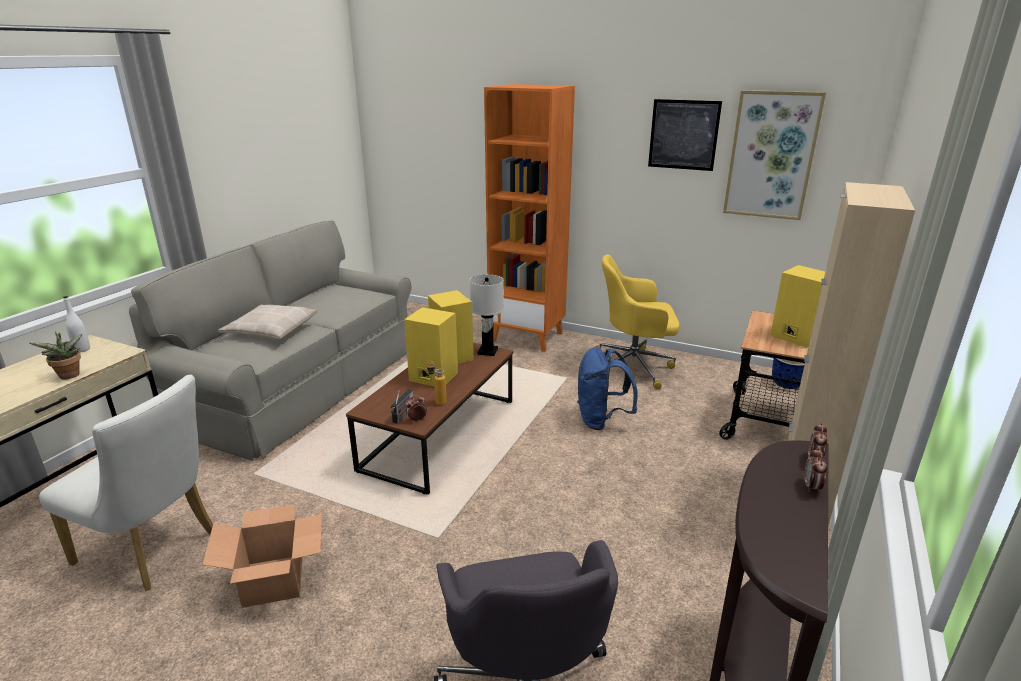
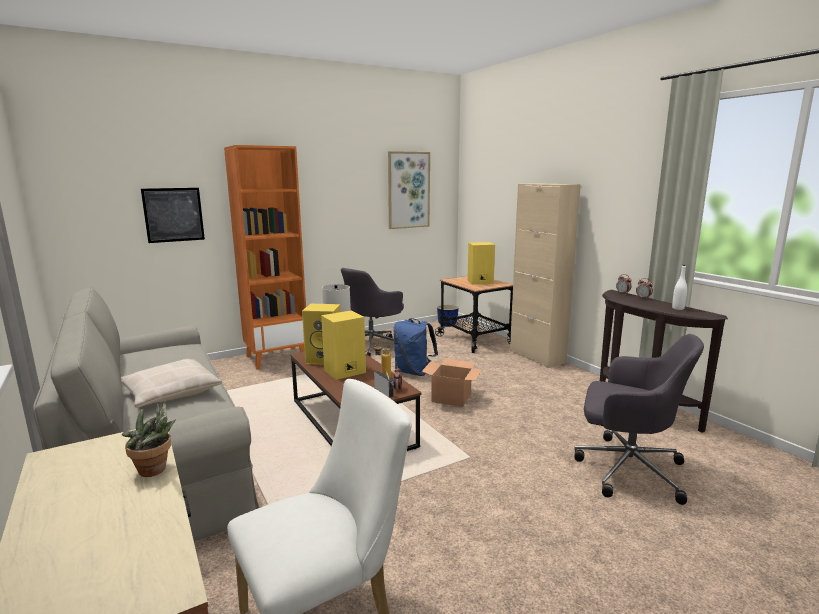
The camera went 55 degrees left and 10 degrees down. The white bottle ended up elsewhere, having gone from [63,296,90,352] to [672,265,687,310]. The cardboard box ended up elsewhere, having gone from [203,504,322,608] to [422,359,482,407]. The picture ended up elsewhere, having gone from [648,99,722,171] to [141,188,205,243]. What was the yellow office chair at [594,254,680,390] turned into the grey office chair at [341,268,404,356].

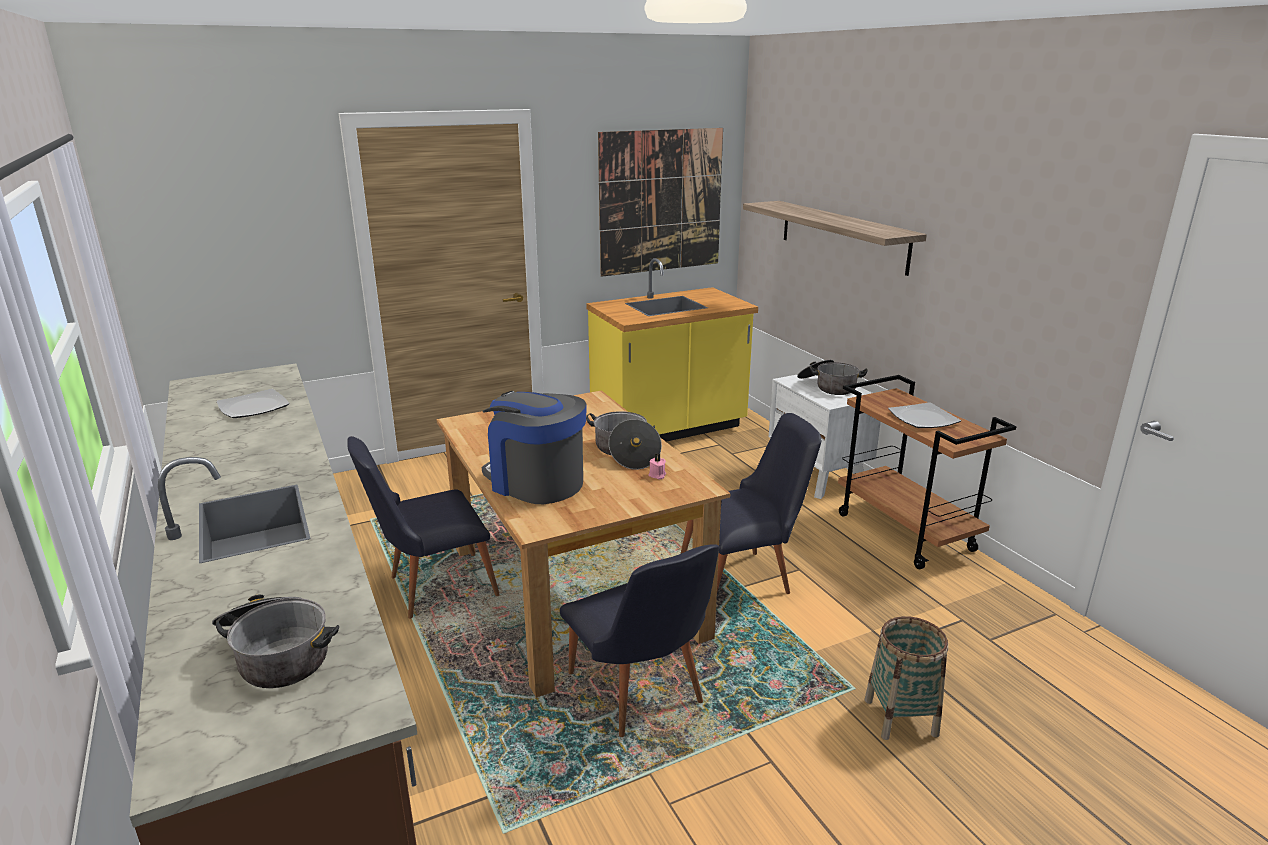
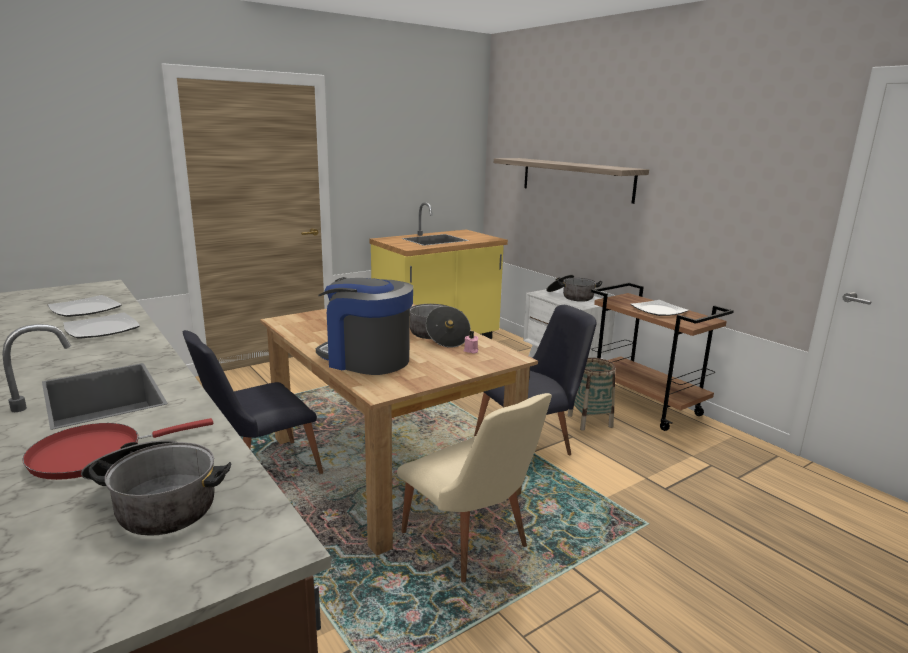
The camera went 10 degrees left and 5 degrees down. The second view lost the picture at [598,128,723,277]. The second view gained the red frying pan at [22,418,213,480]. The second view gained the plate at [63,313,140,339]. The basket ended up elsewhere, having gone from [864,616,948,740] to [568,358,616,431]. What was the black chair at [560,544,719,737] turned into the beige chair at [397,393,552,583].

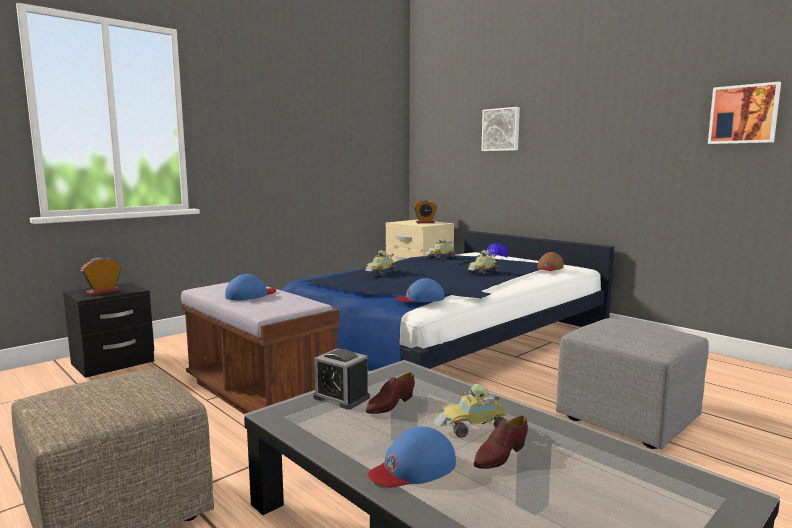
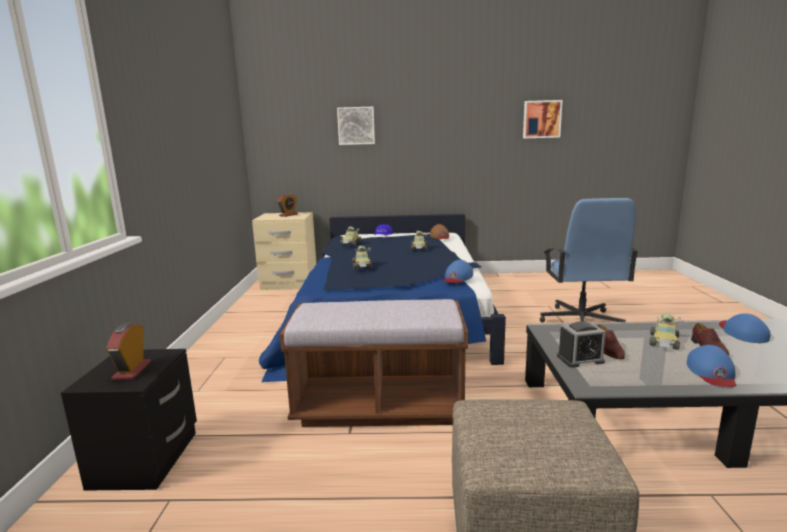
The camera went 45 degrees left and 5 degrees up. The blue cap ended up elsewhere, having gone from [225,274,276,300] to [719,313,771,343]. Where the grey ottoman stood at [556,318,709,449], the blue office chair came to stand at [540,198,639,322].

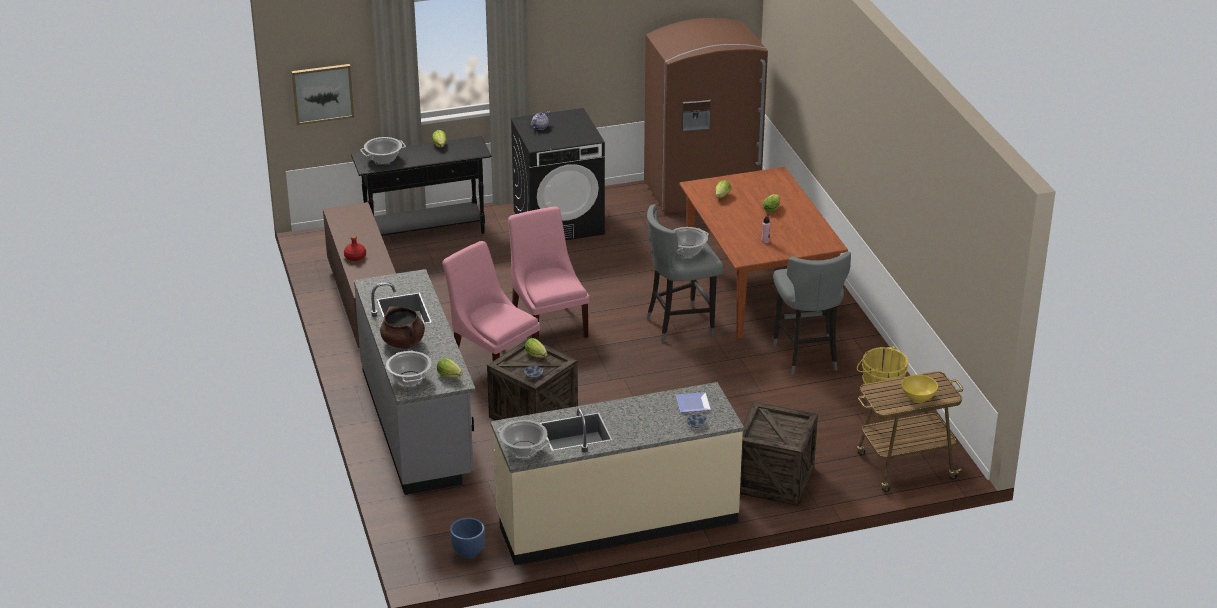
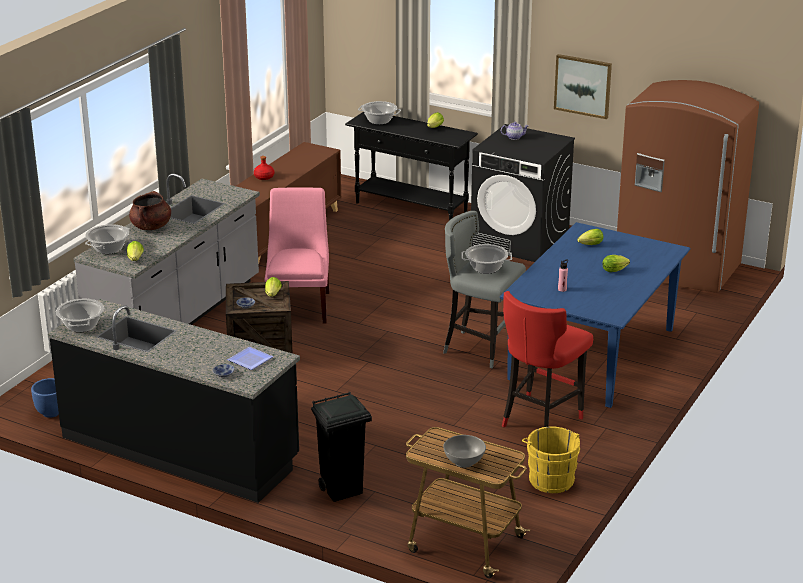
The camera went 45 degrees right and 5 degrees down. The second view lost the pink chair at [508,206,589,338]. The picture ended up elsewhere, having gone from [292,64,354,125] to [554,54,612,119]. Where the crate stood at [740,402,818,506], the black trash can came to stand at [311,392,372,502]. What was the beige counter at [490,382,744,565] turned into the black counter at [48,299,300,503]. What was the brown dining table at [679,167,848,338] turned into the blue dining table at [500,222,690,408]. What was the grey stool at [773,251,851,375] turned into the red stool at [502,291,593,427]. What was the yellow bowl at [902,375,938,403] turned into the grey bowl at [443,435,486,468].

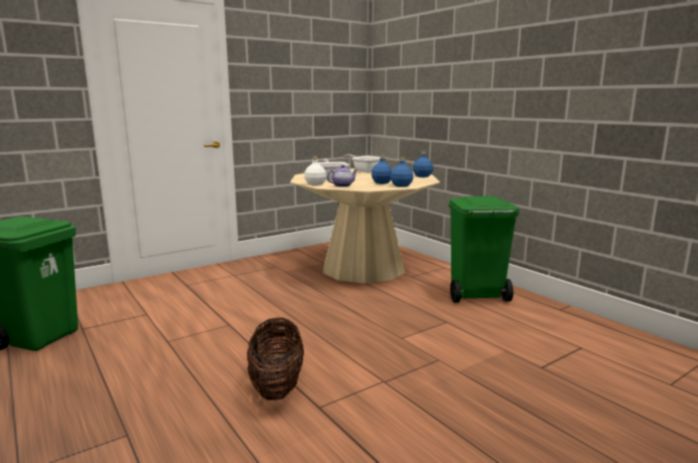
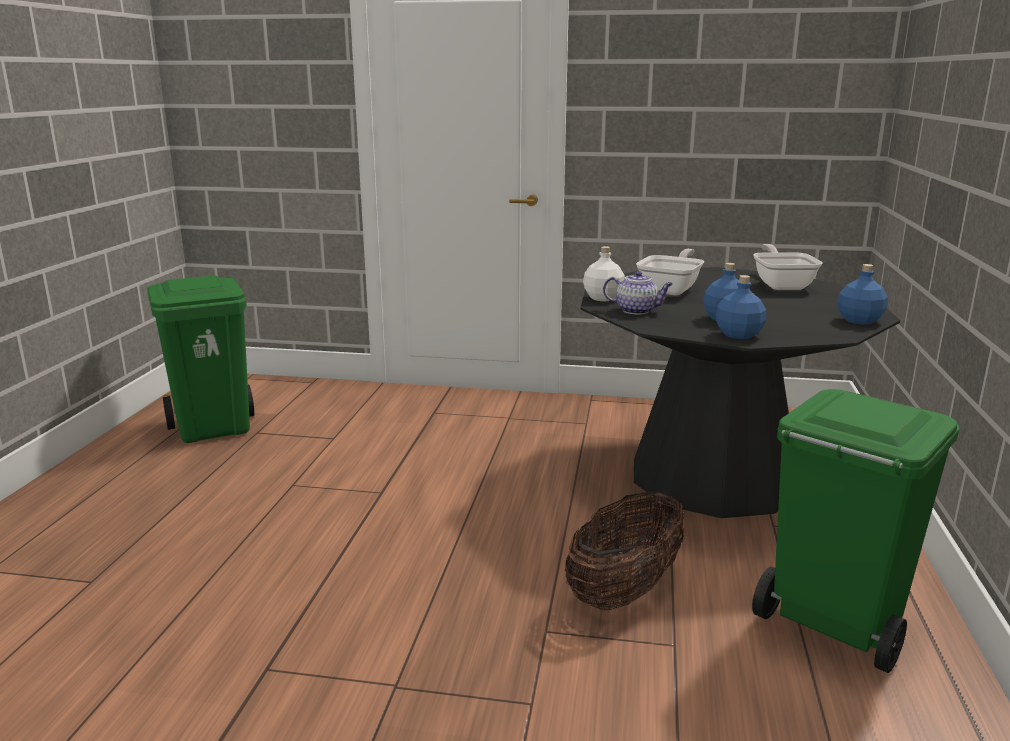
The camera went 45 degrees right and 5 degrees up. The basket ended up elsewhere, having gone from [247,318,304,400] to [565,492,684,610]. What was the beige dining table at [290,168,440,284] turned into the black dining table at [580,267,900,518].

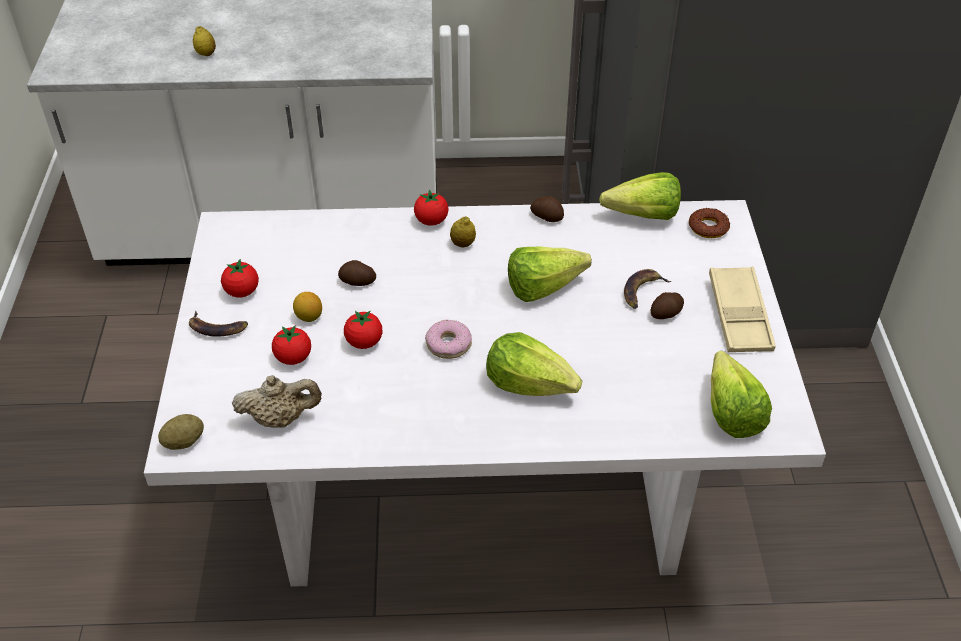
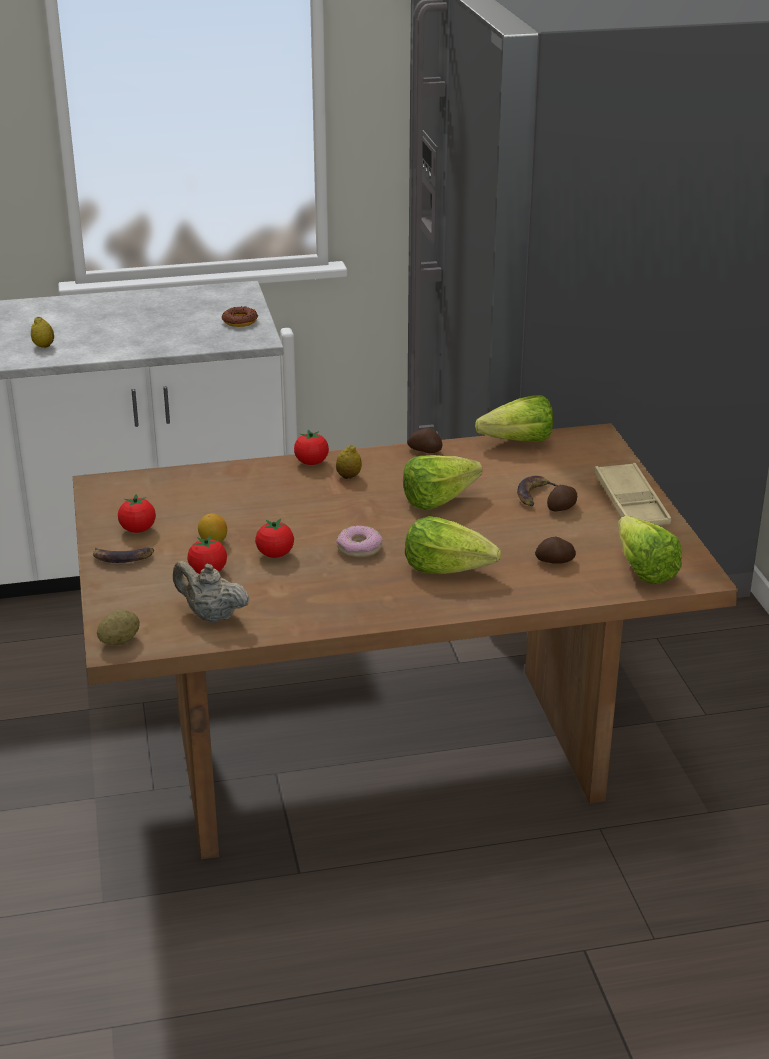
The camera went 10 degrees left and 15 degrees down. The potato ended up elsewhere, having gone from [338,260,376,286] to [535,537,576,564]. The donut ended up elsewhere, having gone from [689,208,730,238] to [222,306,258,327]. What was the white dining table at [144,200,826,587] turned into the brown dining table at [73,423,738,859]. The beige teapot at [232,375,322,427] ended up facing another way, 135 degrees counterclockwise from before.

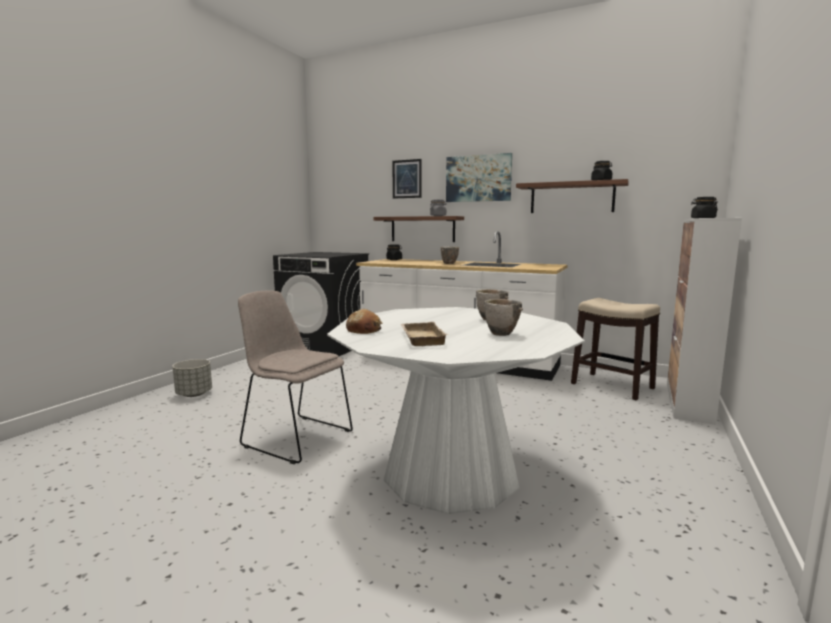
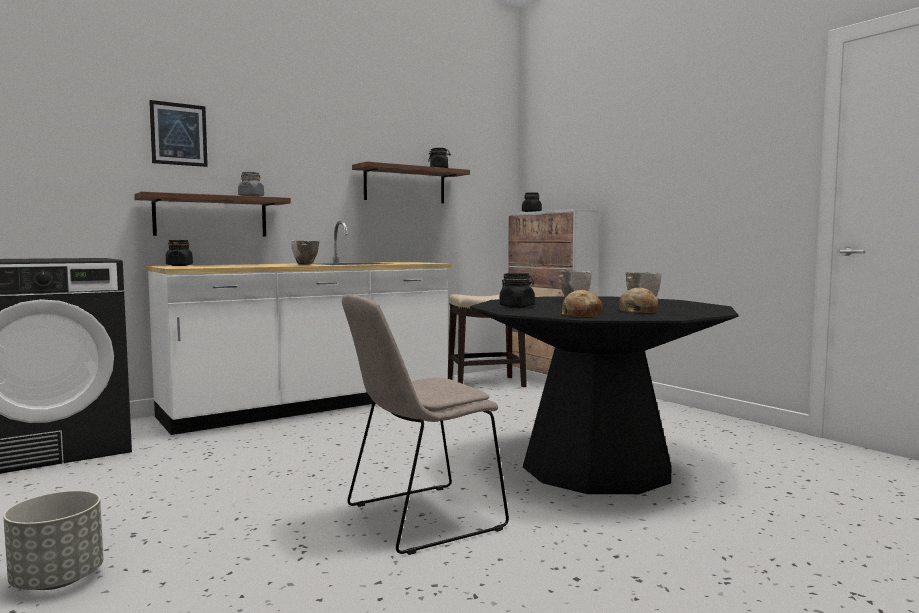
The camera went 60 degrees left and 5 degrees down. The second view lost the picture at [446,153,512,202]. The second view gained the black jar at [500,273,535,308]. Where the beige tray stood at [400,322,448,346], the bread came to stand at [619,287,658,313]. What was the white dining table at [327,307,585,514] turned into the black dining table at [470,297,738,494].

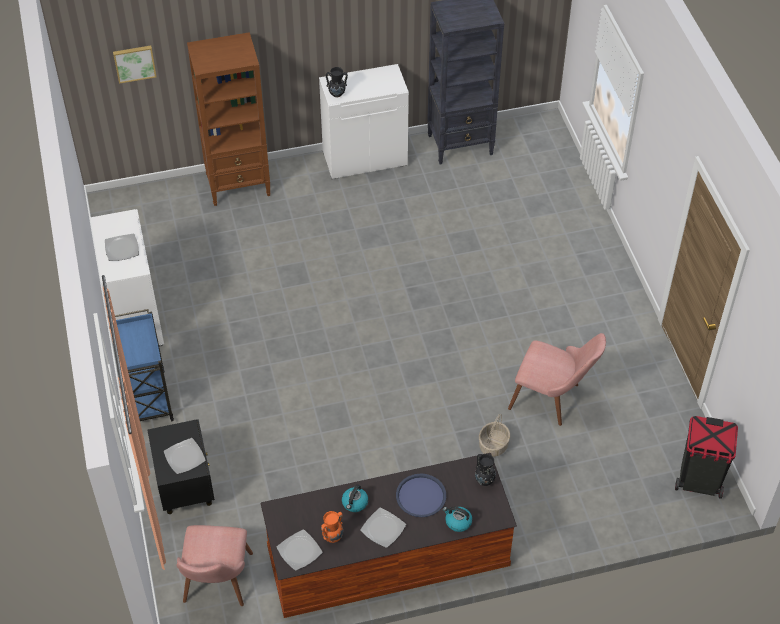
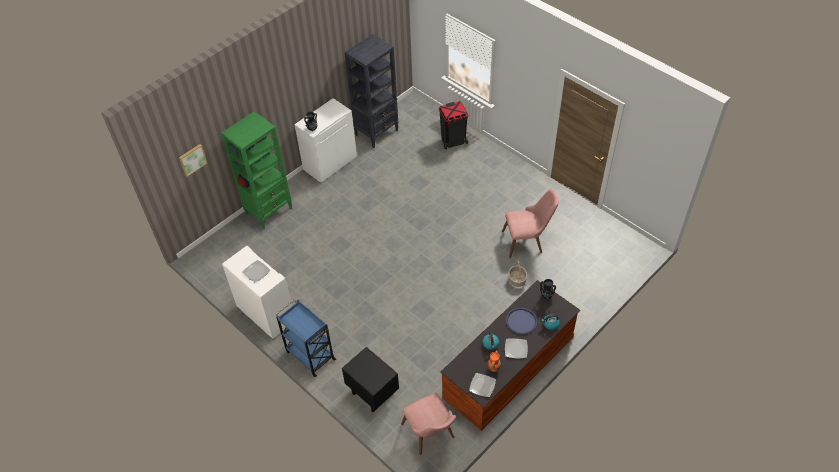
The camera went 30 degrees left and 0 degrees up. The second view lost the plate at [164,438,206,474]. The black trash can ended up elsewhere, having gone from [675,416,738,499] to [439,101,468,150]. What was the brown bookcase at [187,32,271,206] turned into the green bookcase at [221,111,292,229].

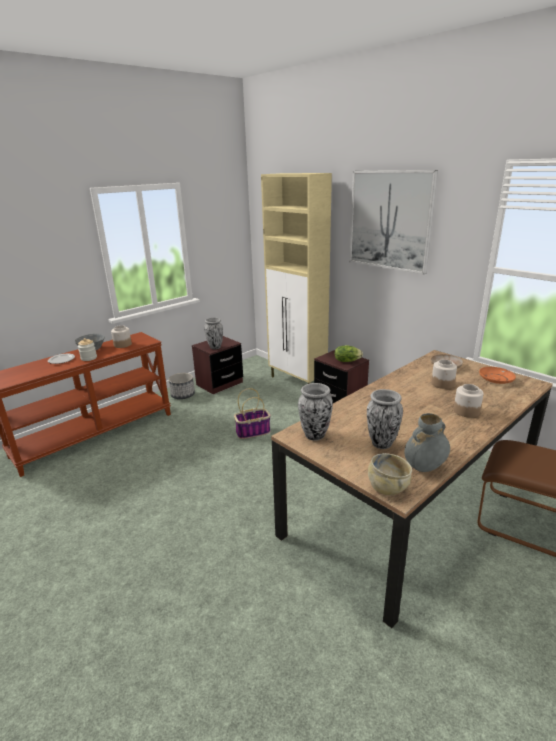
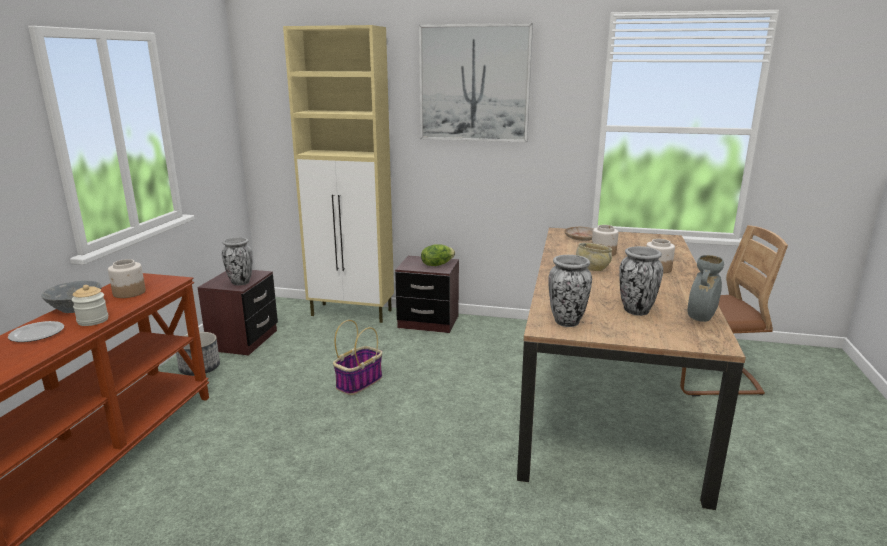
The camera went 35 degrees left and 5 degrees down. The second view lost the orange plate at [479,367,516,384]. The beige bowl ended up elsewhere, having gone from [368,453,412,496] to [576,243,612,271].

